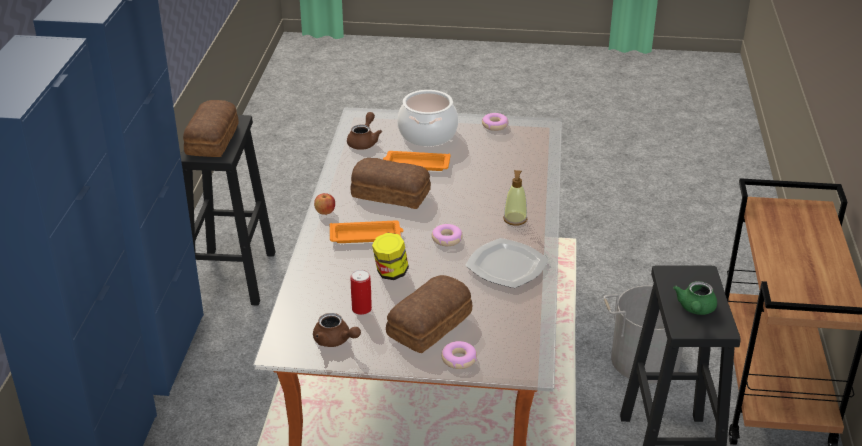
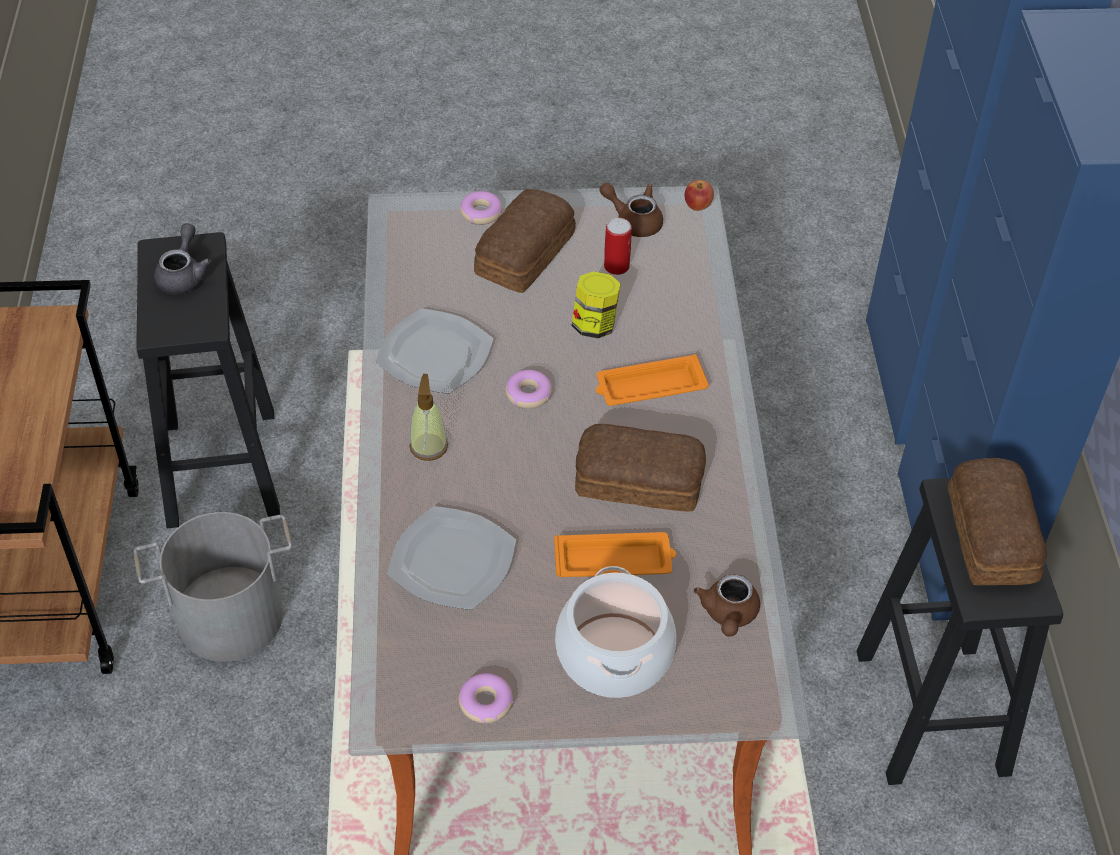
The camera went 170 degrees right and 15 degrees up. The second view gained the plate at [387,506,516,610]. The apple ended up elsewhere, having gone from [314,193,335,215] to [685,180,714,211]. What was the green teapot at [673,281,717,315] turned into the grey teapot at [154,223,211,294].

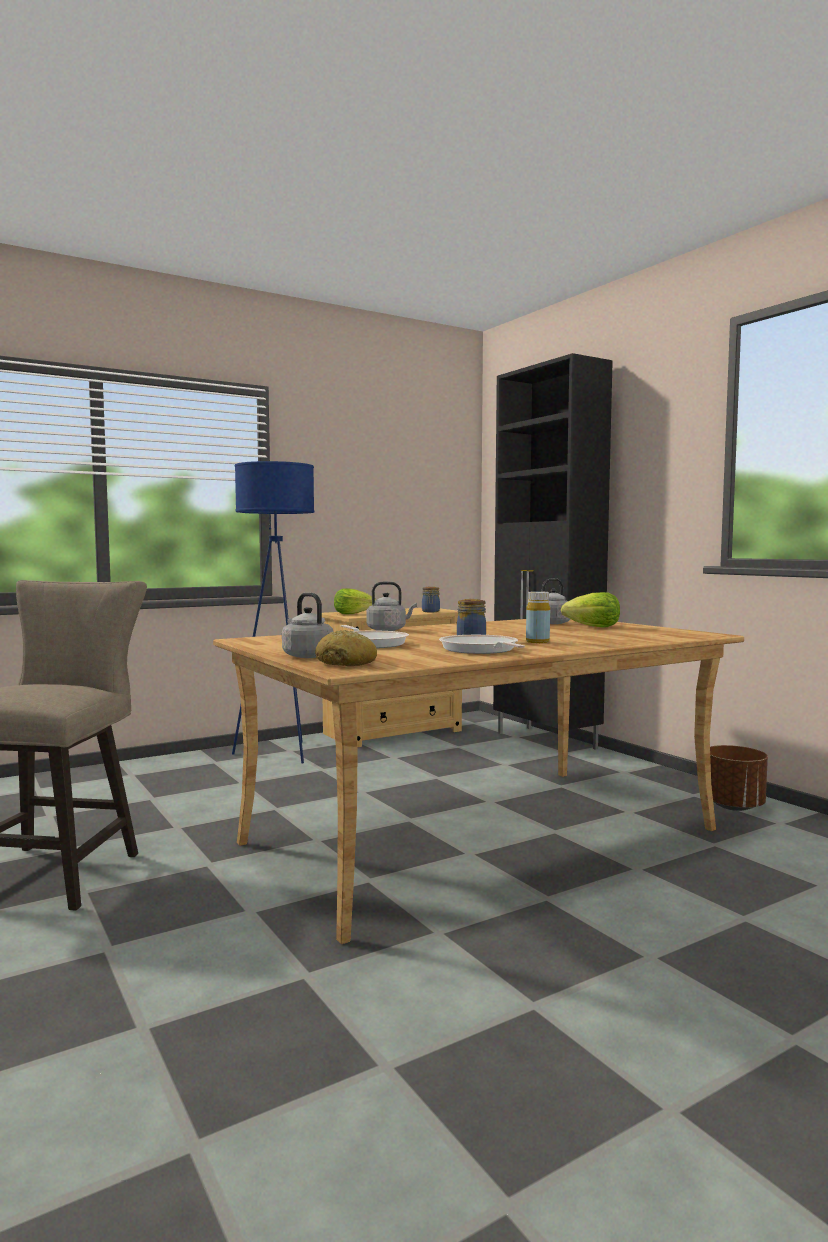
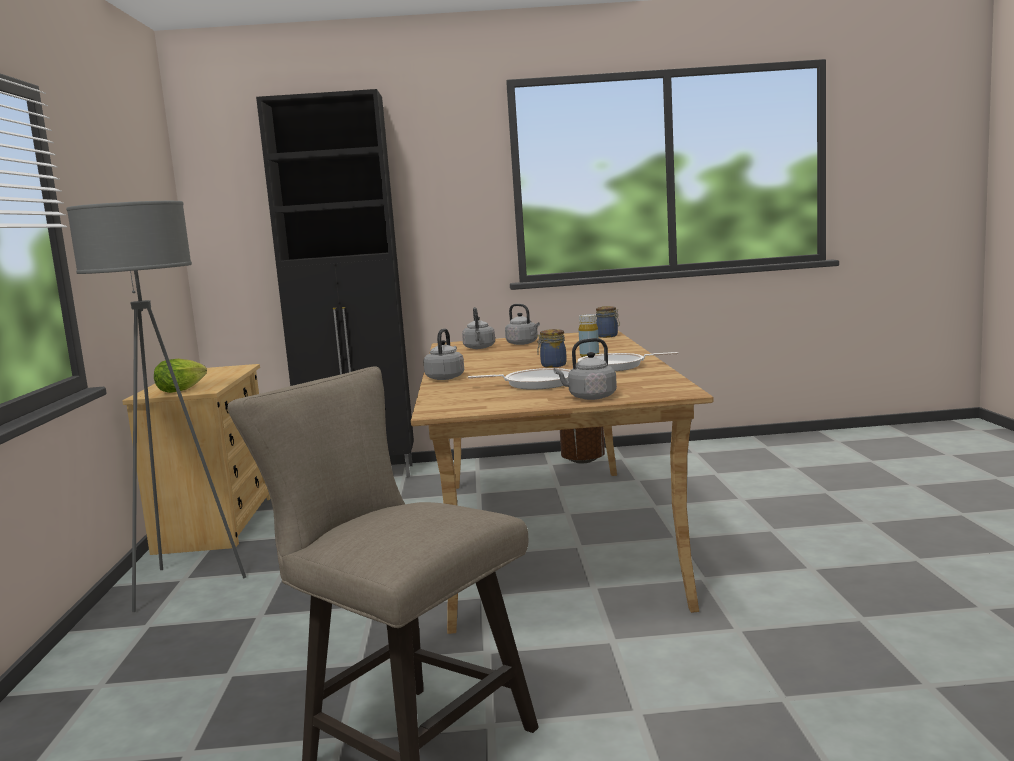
The camera went 60 degrees left and 5 degrees up. The second view lost the bread at [315,630,377,666]. The jar ended up elsewhere, having gone from [422,587,440,612] to [596,306,620,338]. Where the lettuce stood at [561,592,620,627], the grey kettle came to stand at [505,304,540,345]. What was the blue floor lamp at [232,461,315,764] turned into the grey floor lamp at [66,201,246,612].

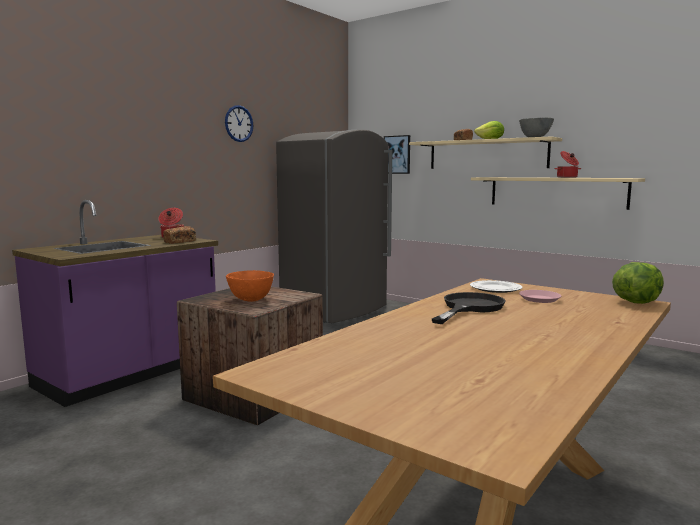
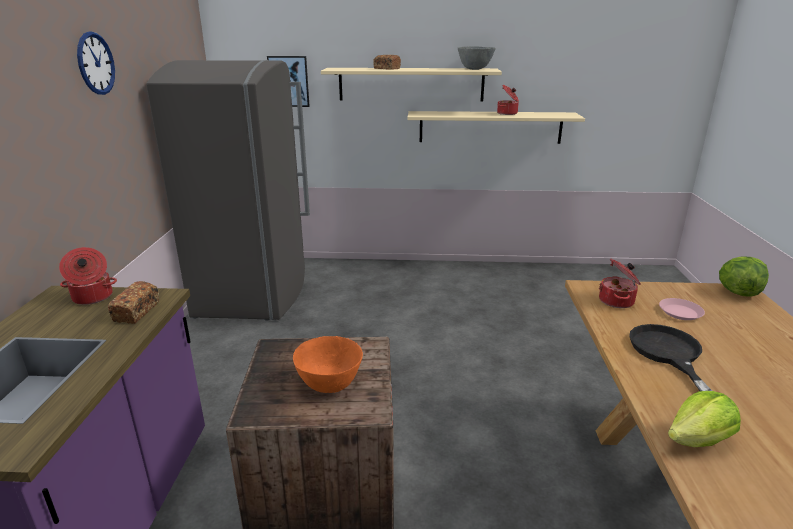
The camera went 35 degrees left and 15 degrees up. The lettuce ended up elsewhere, having gone from [474,121,504,139] to [668,391,741,447]. Where the plate stood at [470,280,522,293], the cooking pot came to stand at [599,259,641,308].

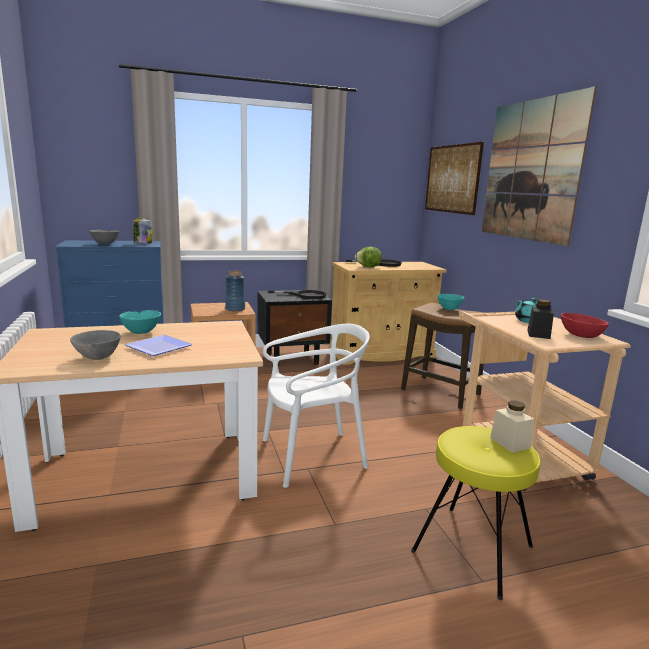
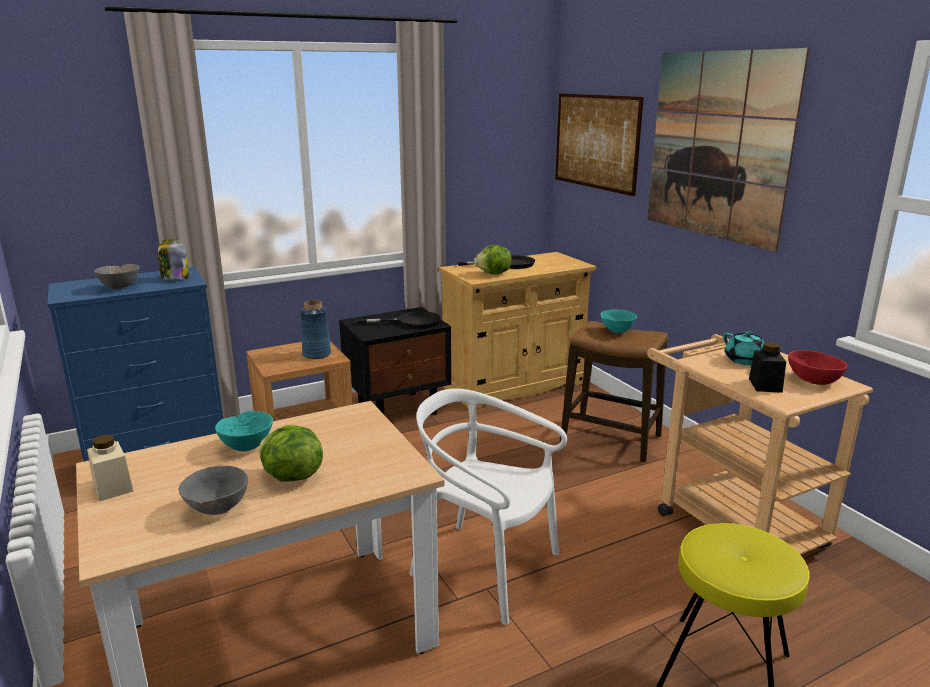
The camera went 10 degrees left and 5 degrees up. The beige jar ended up elsewhere, having gone from [490,401,534,453] to [87,434,134,501]. Where the plate stood at [125,335,193,356], the lettuce came to stand at [259,425,323,482]. The white chair at [263,324,370,488] ended up facing another way, 120 degrees counterclockwise from before.

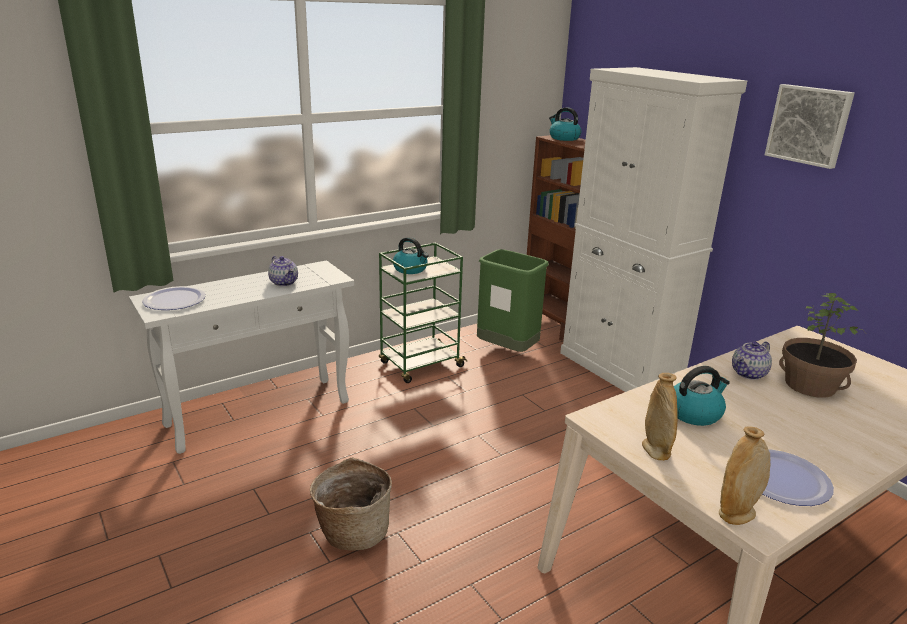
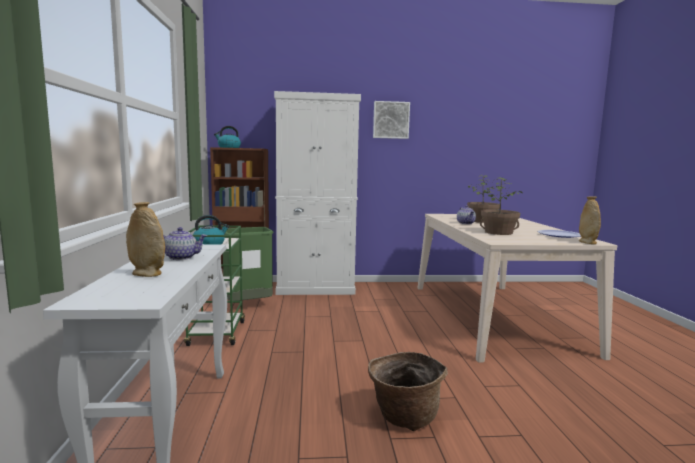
The camera went 60 degrees left and 15 degrees down. The second view lost the plate at [142,286,206,310]. The beige vase ended up elsewhere, having gone from [642,373,678,460] to [126,202,165,277]. Where the kettle stood at [674,366,730,426], the potted plant came to stand at [480,177,522,235].

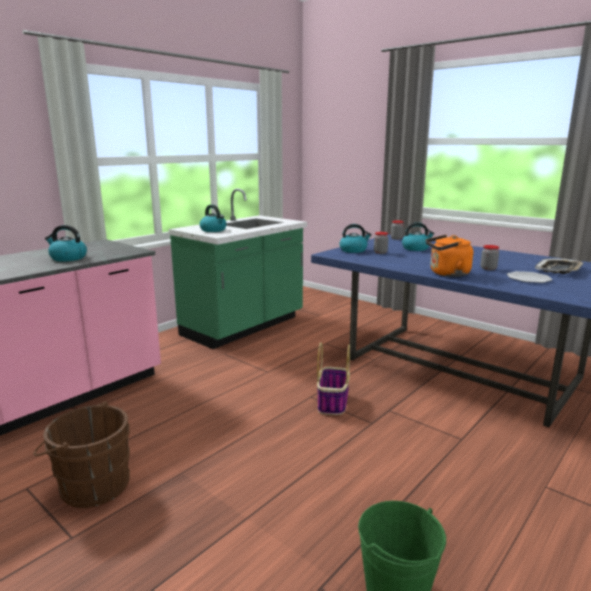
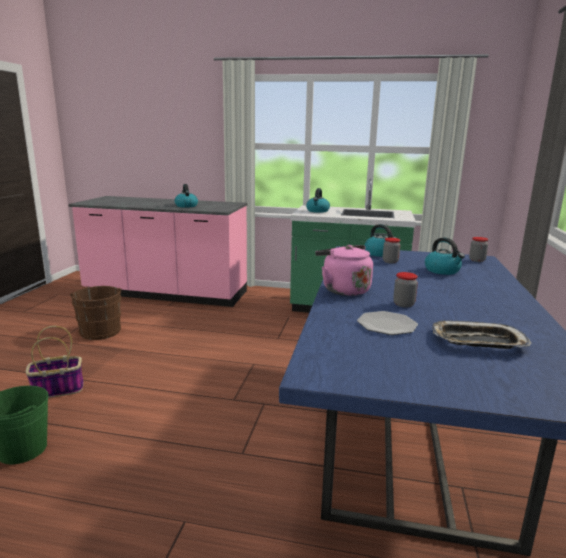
The camera went 60 degrees right and 0 degrees up. The basket ended up elsewhere, having gone from [317,342,350,415] to [26,326,84,398]. What was the orange kettle at [425,235,473,277] turned into the pink kettle at [315,245,373,296].

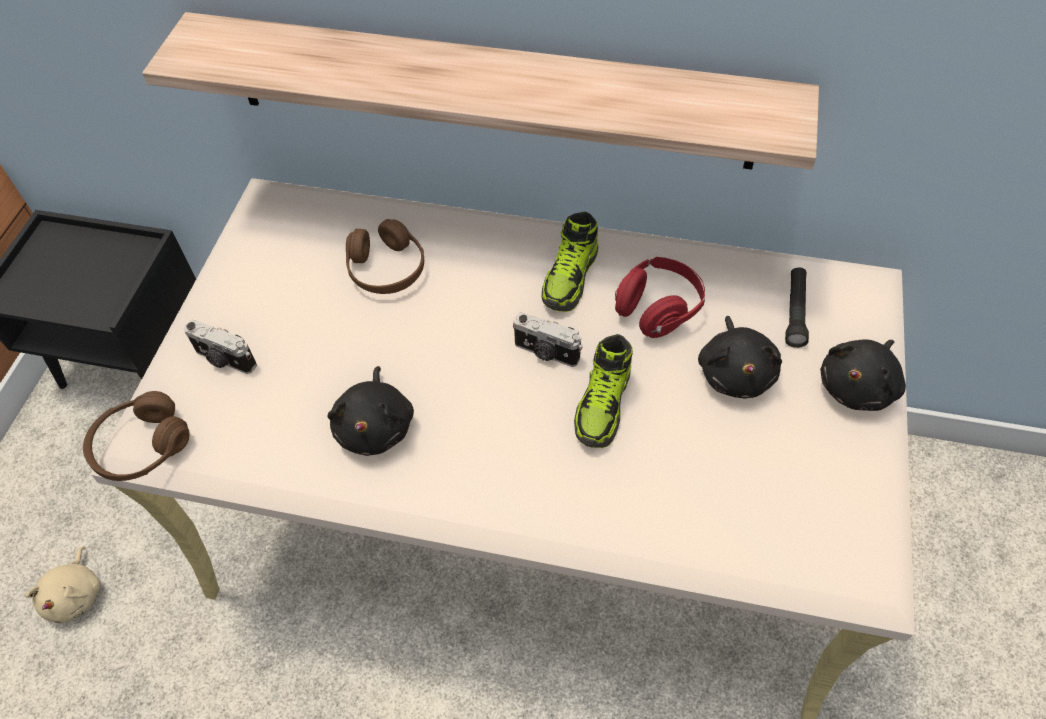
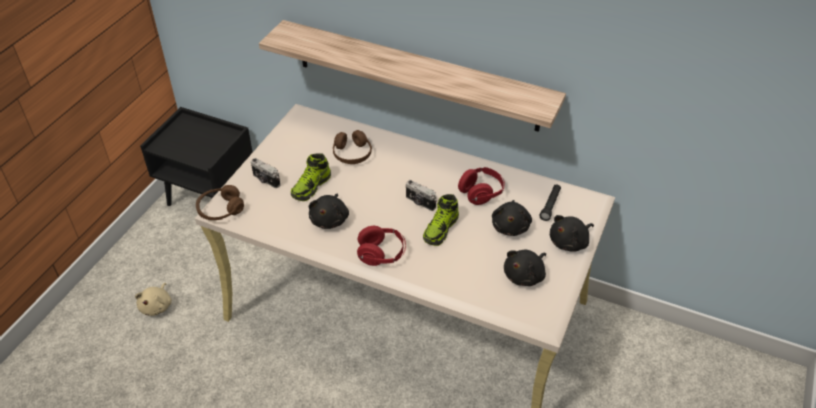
The camera went 10 degrees right and 10 degrees down. The second view gained the red headphones at [357,226,406,266]. The second view gained the black plush toy at [504,250,546,286]. The shoe ended up elsewhere, having gone from [541,212,599,312] to [291,154,331,201].

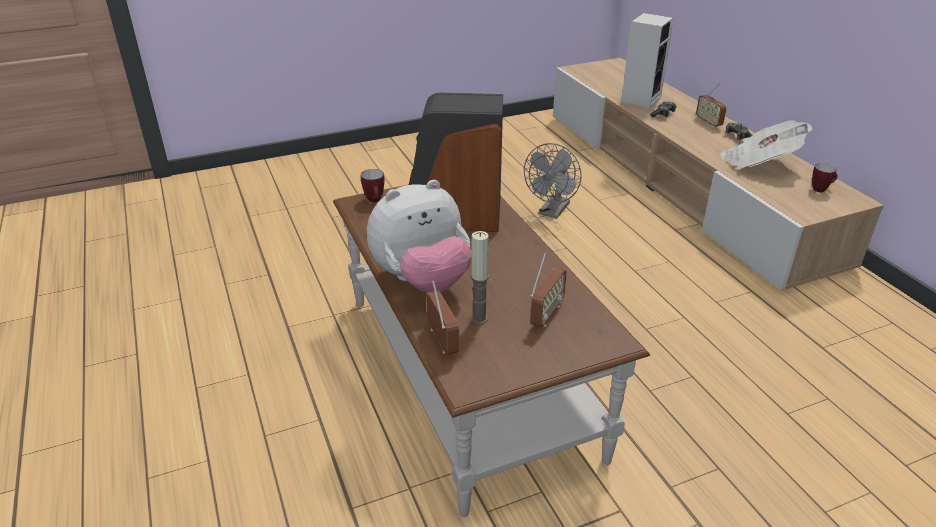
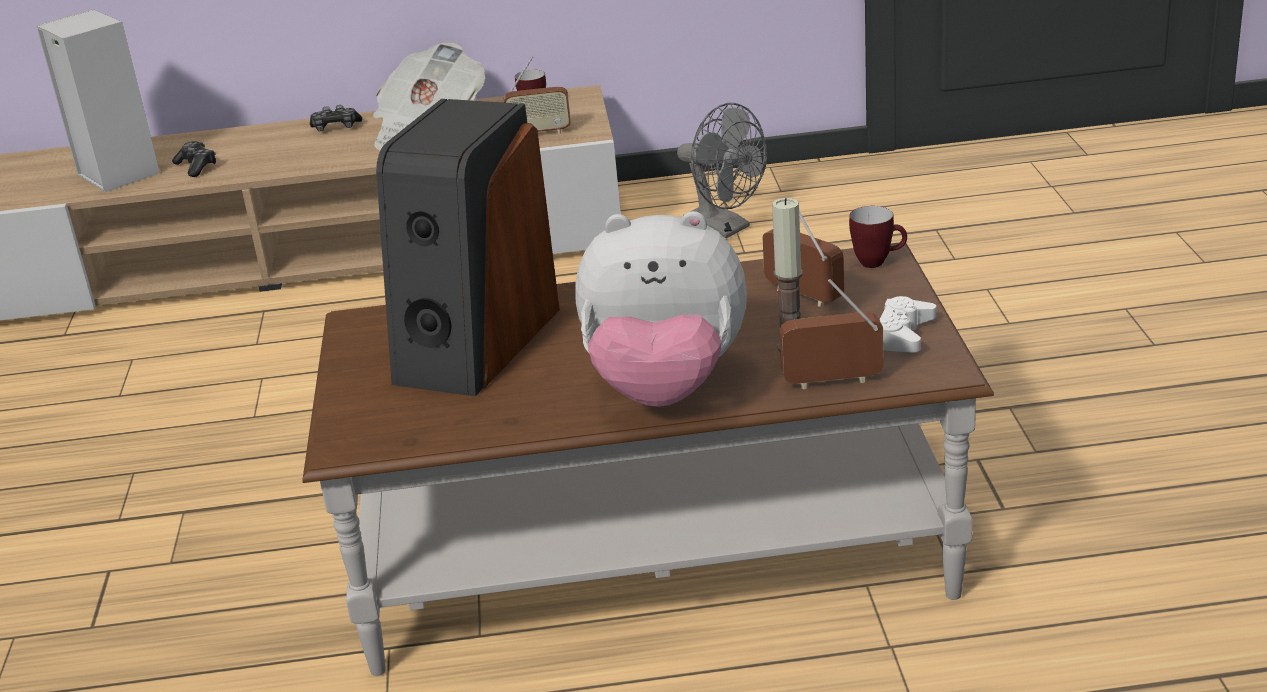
The camera went 70 degrees left and 5 degrees down. The second view gained the white game controller at [880,296,936,353]. The mug ended up elsewhere, having gone from [361,169,385,202] to [849,206,907,268]. The grey fan ended up elsewhere, having gone from [524,143,582,219] to [677,103,767,238]. The radio ended up elsewhere, having gone from [696,82,727,128] to [503,56,571,134]. The plush toy at [367,180,472,293] ended up facing another way, 105 degrees clockwise from before.

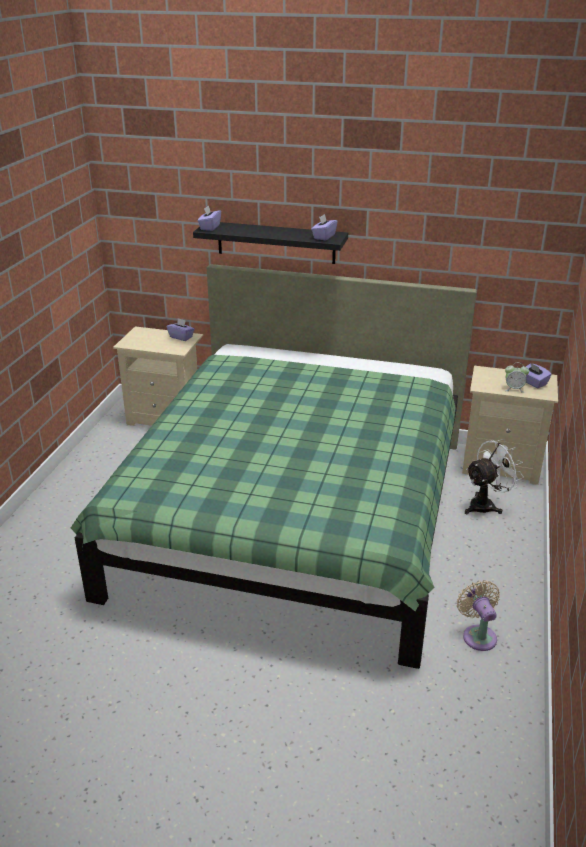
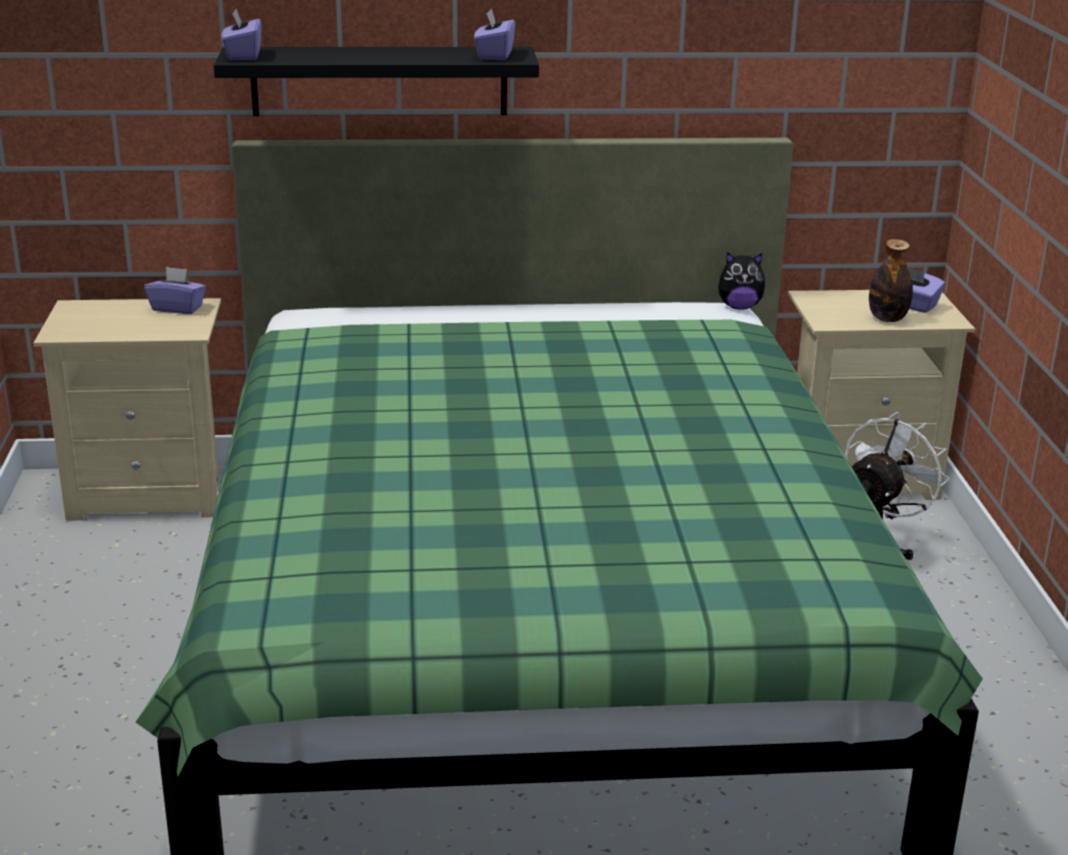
The camera went 20 degrees left and 5 degrees down. The second view lost the beige fan at [457,580,500,651]. The second view gained the plush toy at [718,252,767,310]. Where the alarm clock stood at [505,363,529,393], the bottle came to stand at [869,239,913,322].

